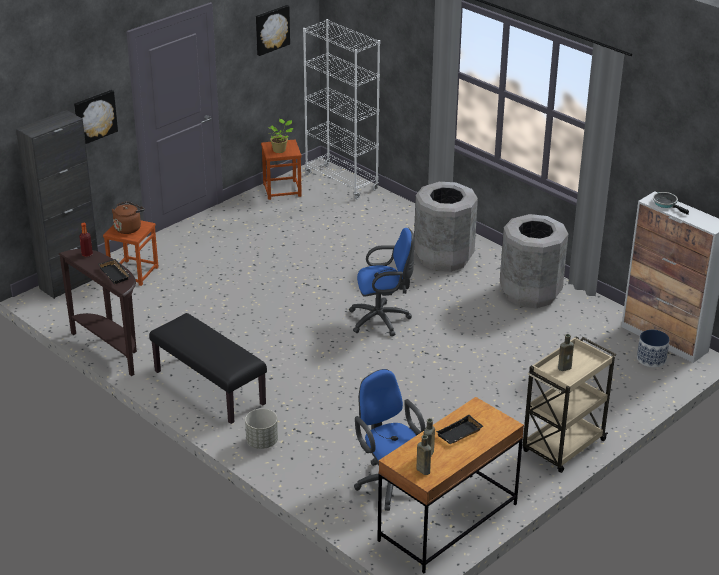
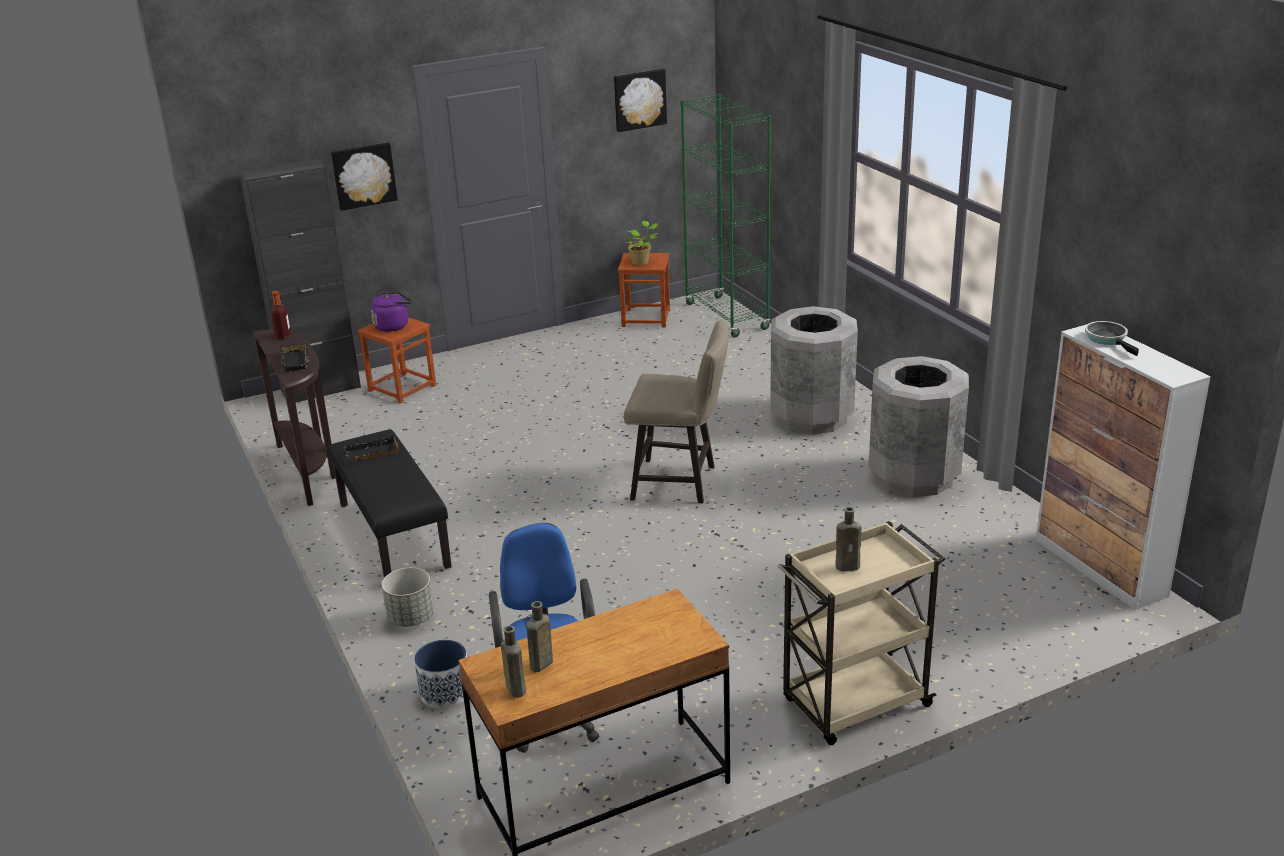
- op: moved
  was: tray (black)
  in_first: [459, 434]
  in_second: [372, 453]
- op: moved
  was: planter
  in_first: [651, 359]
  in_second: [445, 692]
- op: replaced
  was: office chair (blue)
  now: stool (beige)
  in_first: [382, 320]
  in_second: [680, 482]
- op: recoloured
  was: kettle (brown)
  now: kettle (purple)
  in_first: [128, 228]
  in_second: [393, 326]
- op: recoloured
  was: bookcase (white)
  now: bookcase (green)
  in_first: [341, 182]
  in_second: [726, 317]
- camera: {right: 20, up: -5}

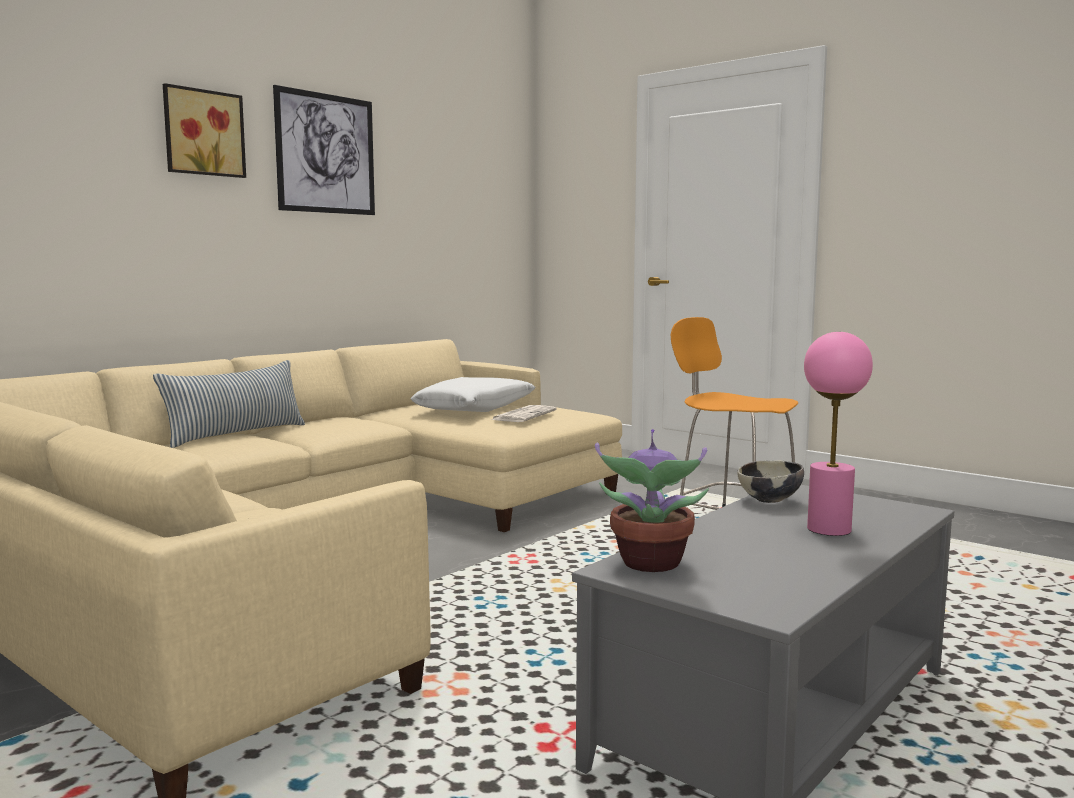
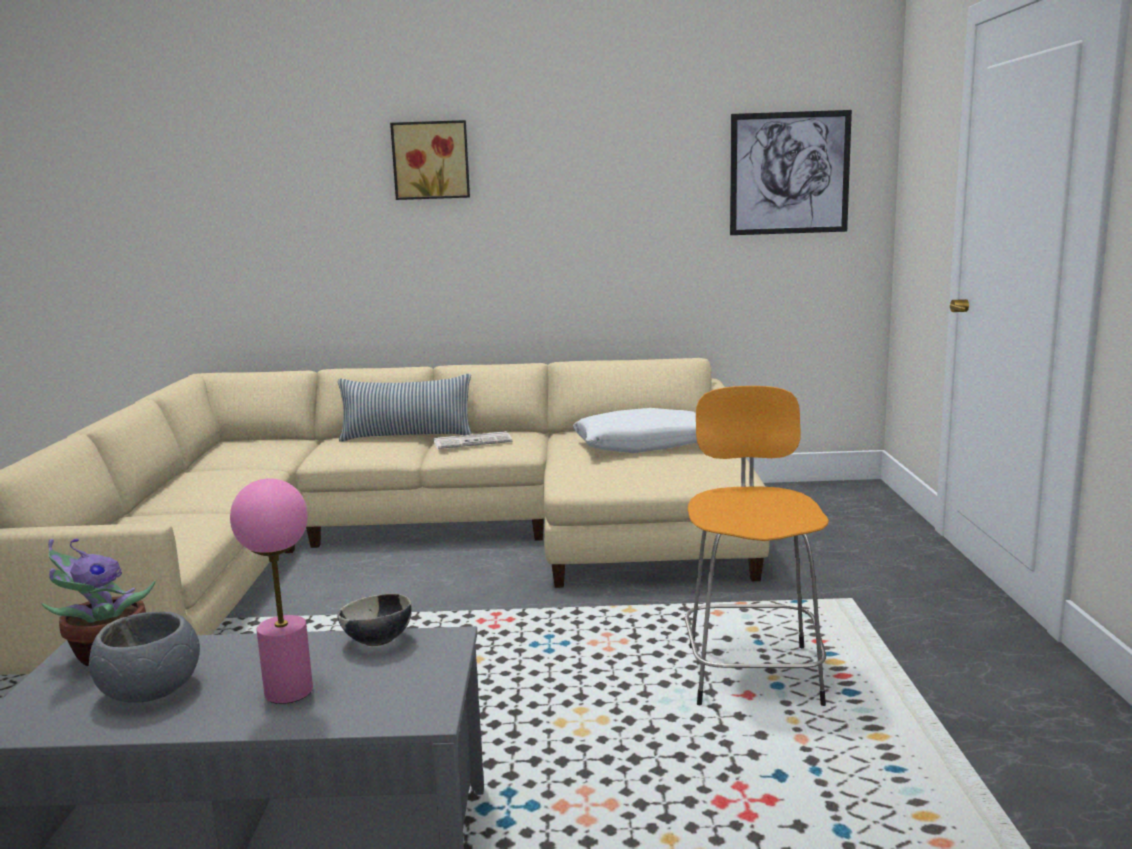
- op: added
  now: bowl (grey)
  in_second: [151, 690]
- op: moved
  was: picture
  in_first: [326, 154]
  in_second: [789, 173]
- op: moved
  was: newspaper
  in_first: [524, 415]
  in_second: [473, 441]
- camera: {right: 50, up: 5}

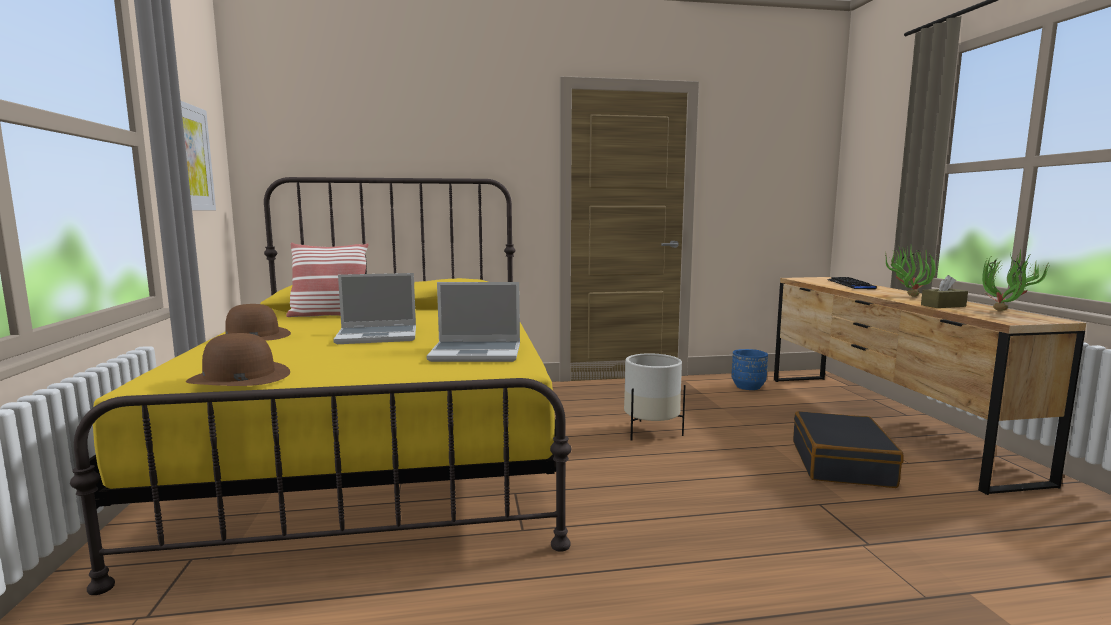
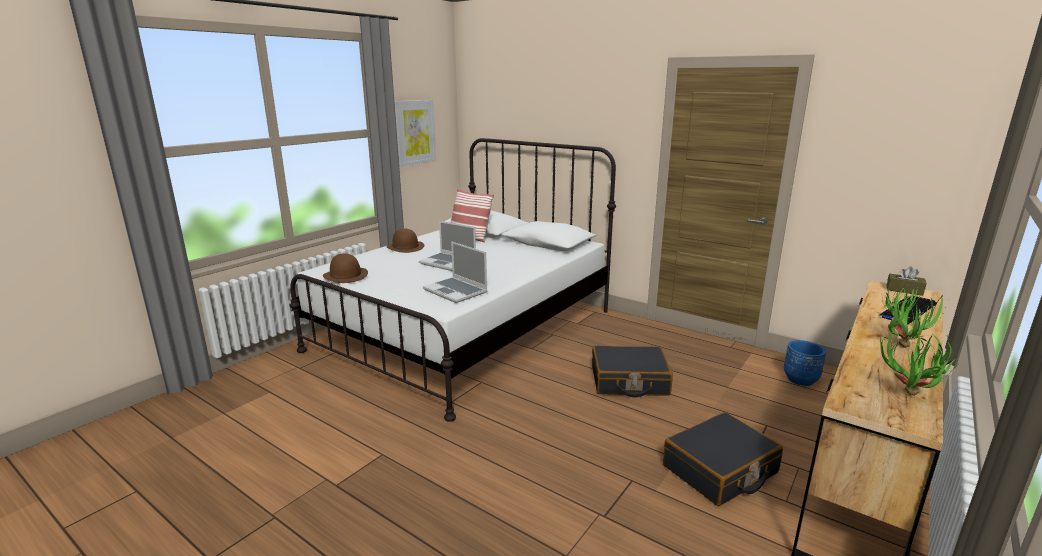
- op: moved
  was: tissue box (brown)
  in_first: [943, 306]
  in_second: [904, 290]
- op: replaced
  was: planter (white)
  now: suitcase (black)
  in_first: [651, 432]
  in_second: [629, 381]
- op: recoloured
  was: bed (yellow)
  now: bed (white)
  in_first: [382, 451]
  in_second: [466, 330]
- camera: {right: 45, up: 10}

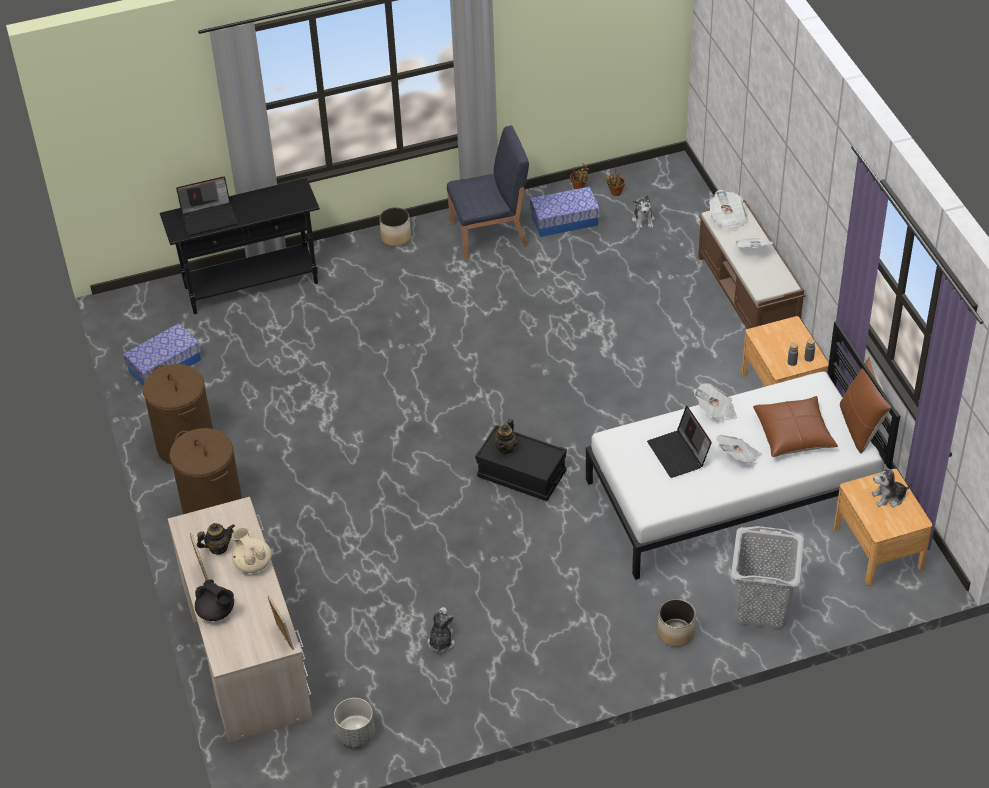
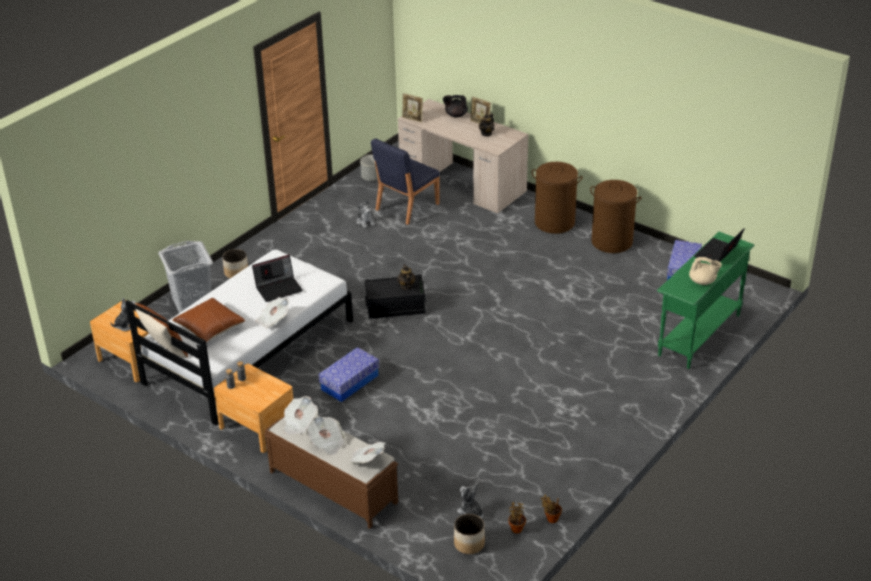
- op: moved
  was: teapot (beige)
  in_first: [252, 563]
  in_second: [703, 282]
- op: moved
  was: planter
  in_first: [396, 237]
  in_second: [469, 544]
- op: moved
  was: chair (blue)
  in_first: [490, 234]
  in_second: [406, 207]
- op: moved
  was: storage box
  in_first: [564, 220]
  in_second: [349, 382]
- op: moved
  was: newspaper
  in_first: [738, 457]
  in_second: [299, 424]
- op: recoloured
  was: console table (black)
  now: console table (green)
  in_first: [252, 285]
  in_second: [698, 335]
- op: turned
  was: laptop
  in_first: [679, 454]
  in_second: [279, 288]
  clockwise: 120
- camera: {right: 145, up: -10}

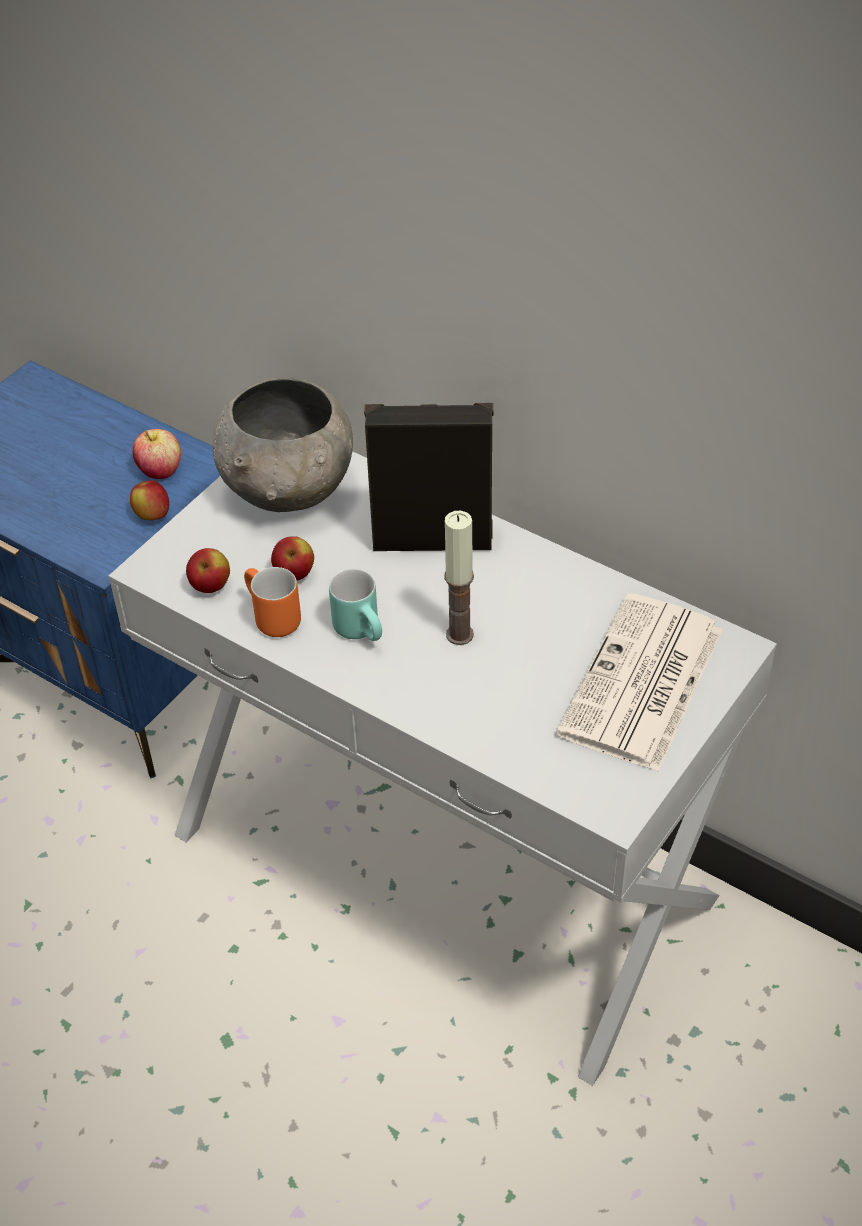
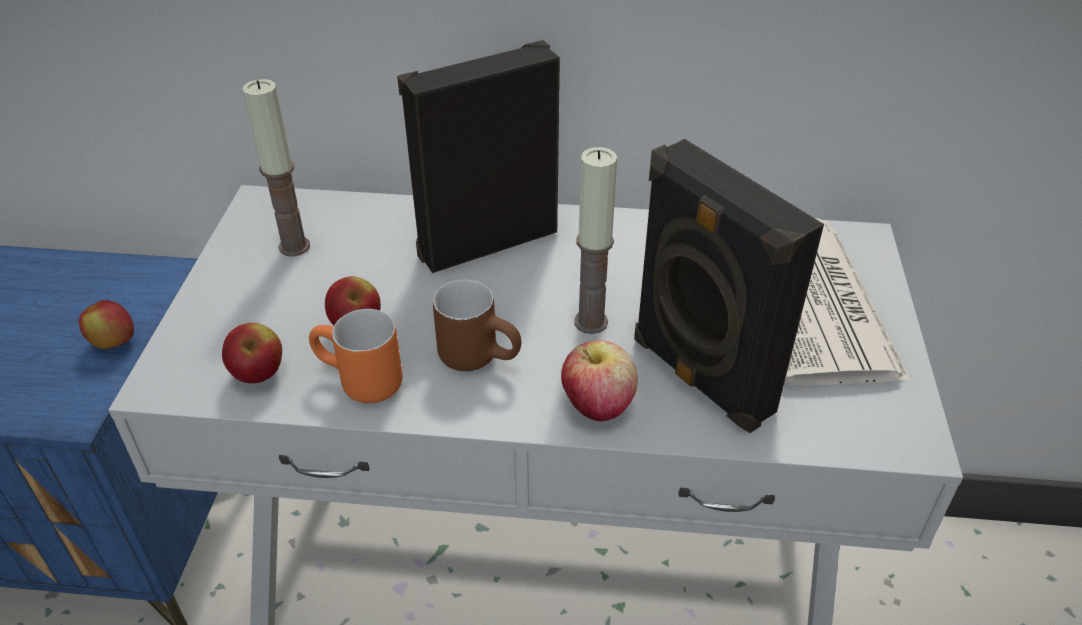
- op: added
  now: speaker (black)
  in_second: [698, 377]
- op: moved
  was: apple
  in_first: [160, 471]
  in_second: [598, 406]
- op: replaced
  was: bowl (grey)
  now: candle
  in_first: [290, 491]
  in_second: [294, 246]
- op: recoloured
  was: mug (turquoise)
  now: mug (brown)
  in_first: [364, 630]
  in_second: [481, 356]
- camera: {right: -30, up: -5}

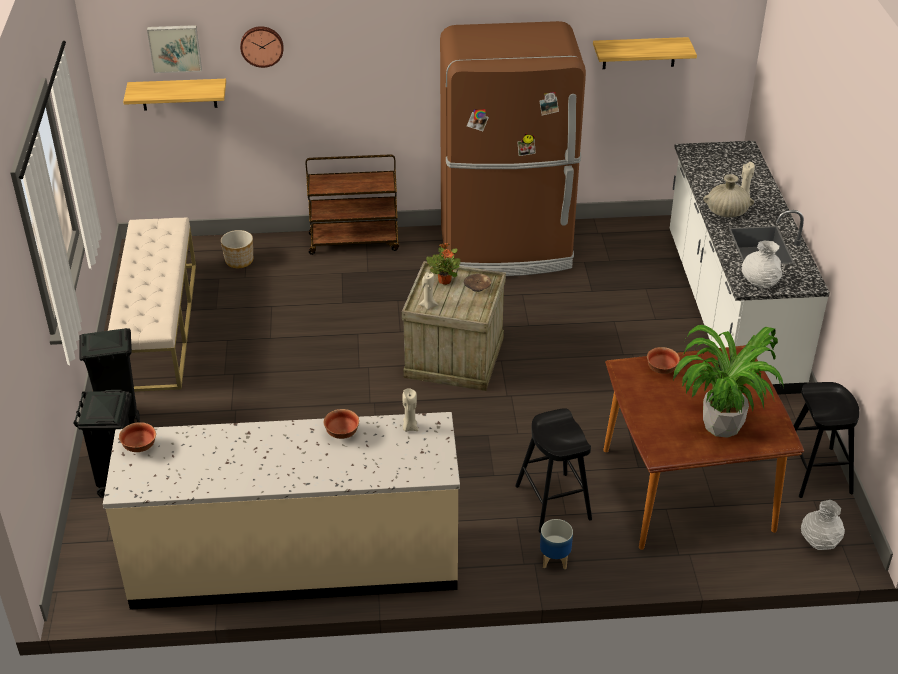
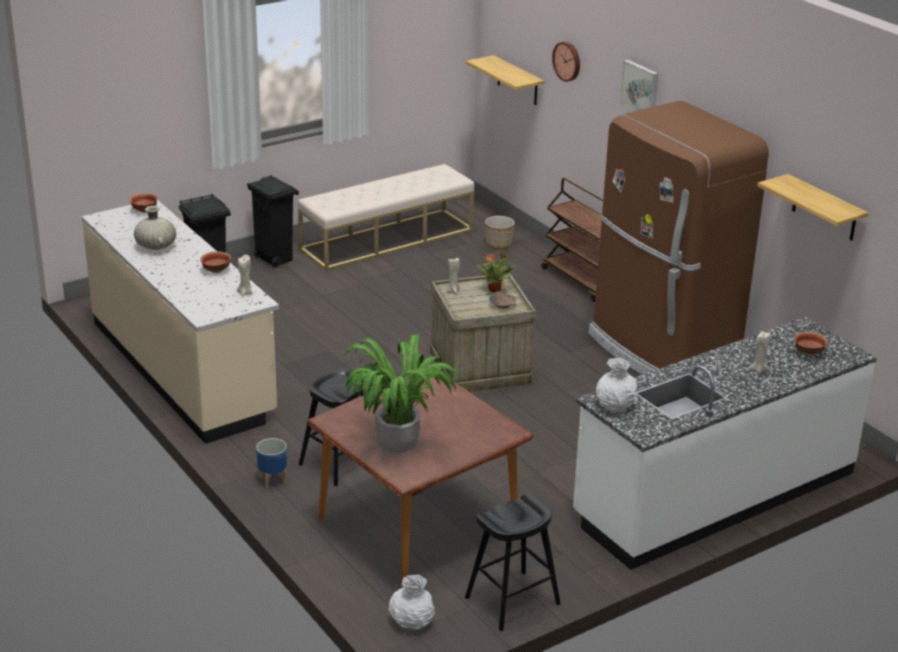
- op: moved
  was: picture
  in_first: [175, 48]
  in_second: [641, 88]
- op: moved
  was: bowl
  in_first: [662, 369]
  in_second: [809, 353]
- op: moved
  was: vase (beige)
  in_first: [726, 213]
  in_second: [156, 247]
- camera: {right: 60, up: -10}

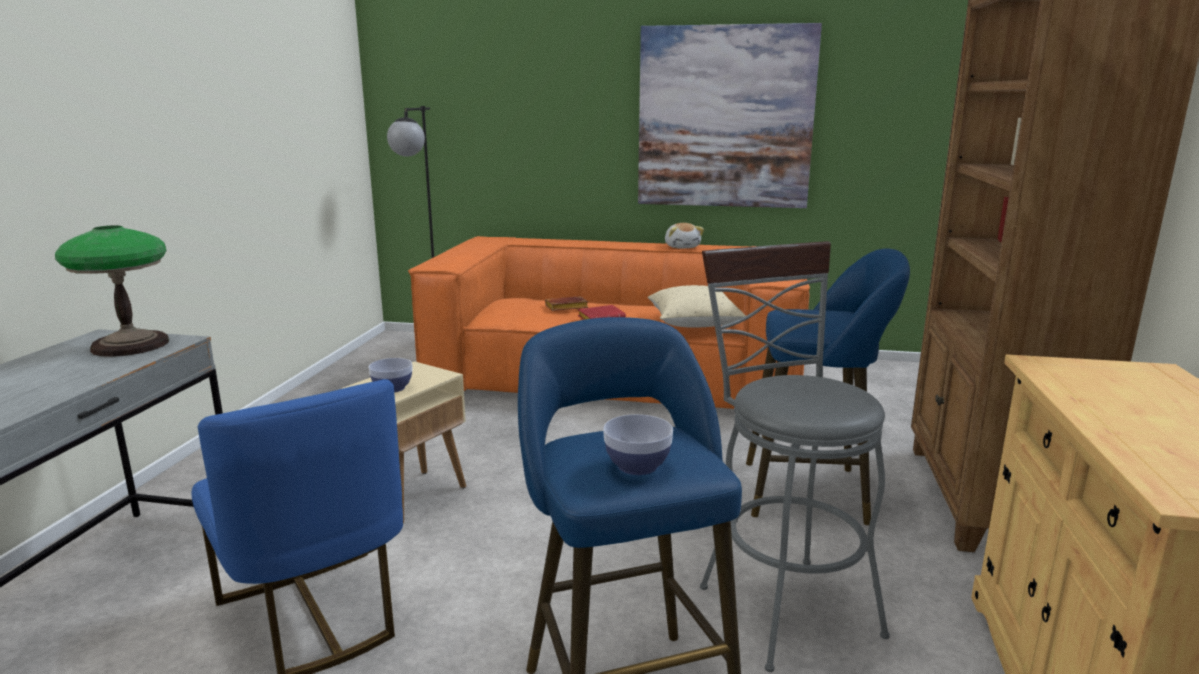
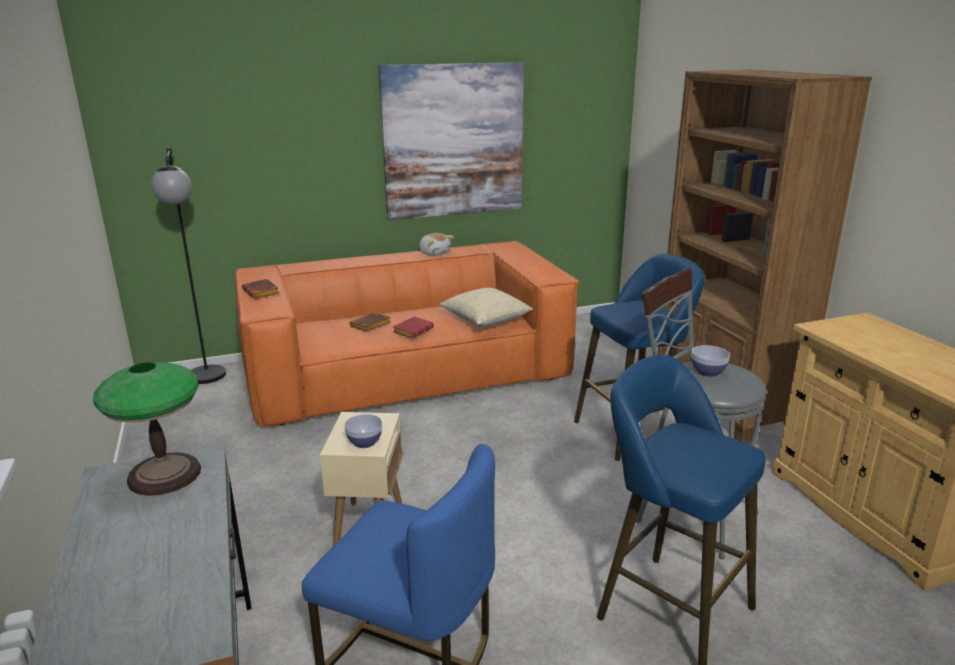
- op: added
  now: book (brown)
  in_second: [262, 293]
- op: moved
  was: bowl
  in_first: [637, 465]
  in_second: [708, 372]
- camera: {right: -30, up: 5}

